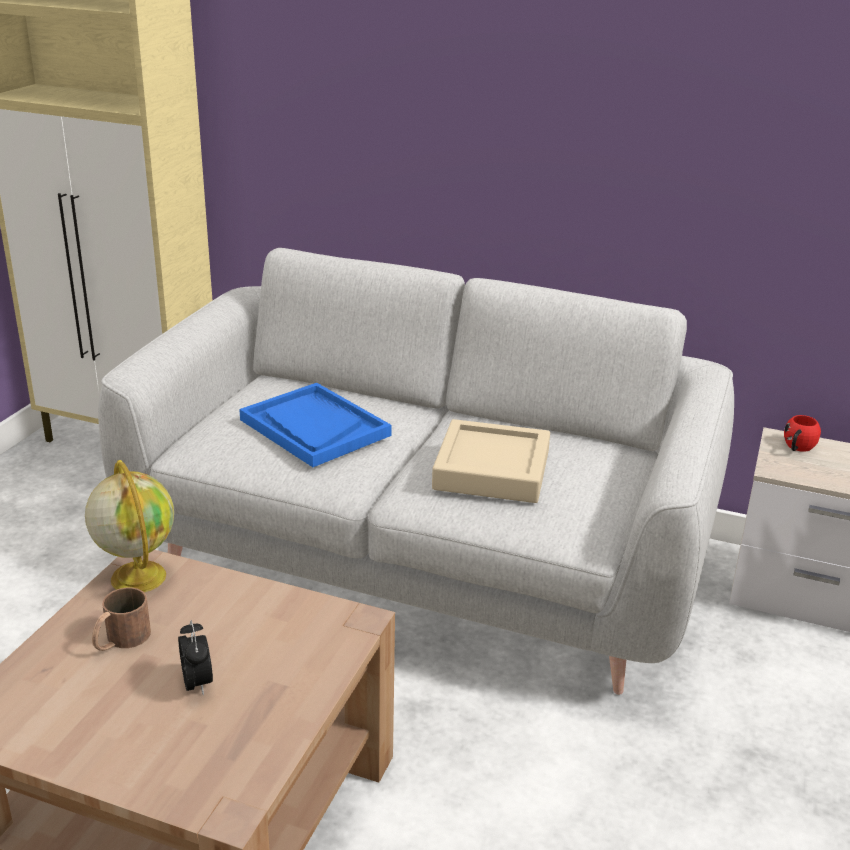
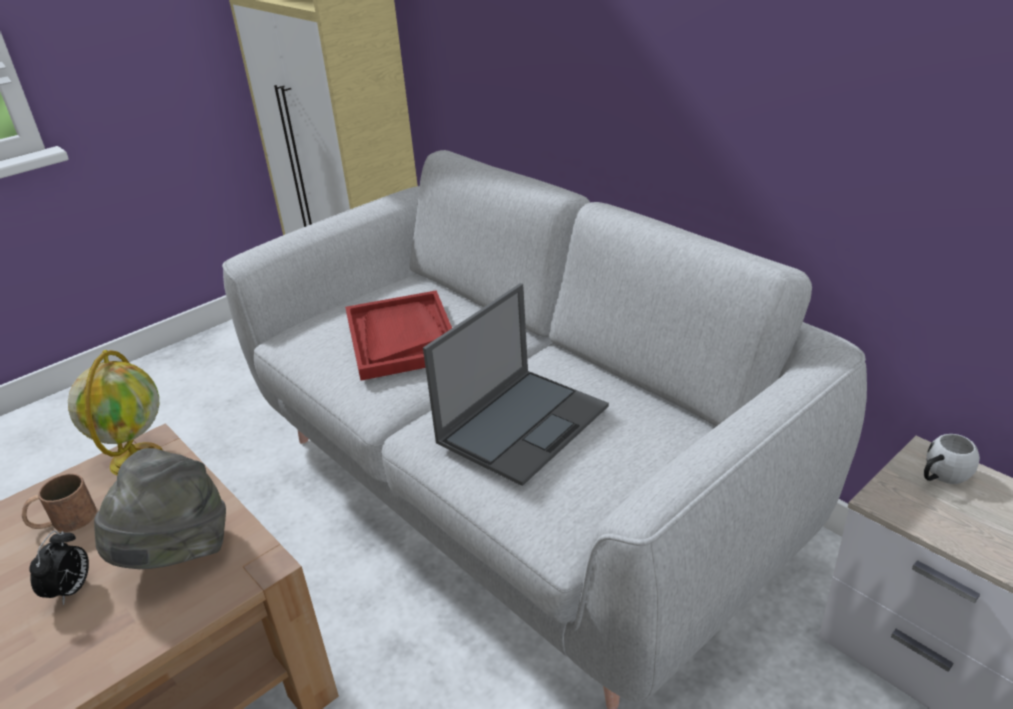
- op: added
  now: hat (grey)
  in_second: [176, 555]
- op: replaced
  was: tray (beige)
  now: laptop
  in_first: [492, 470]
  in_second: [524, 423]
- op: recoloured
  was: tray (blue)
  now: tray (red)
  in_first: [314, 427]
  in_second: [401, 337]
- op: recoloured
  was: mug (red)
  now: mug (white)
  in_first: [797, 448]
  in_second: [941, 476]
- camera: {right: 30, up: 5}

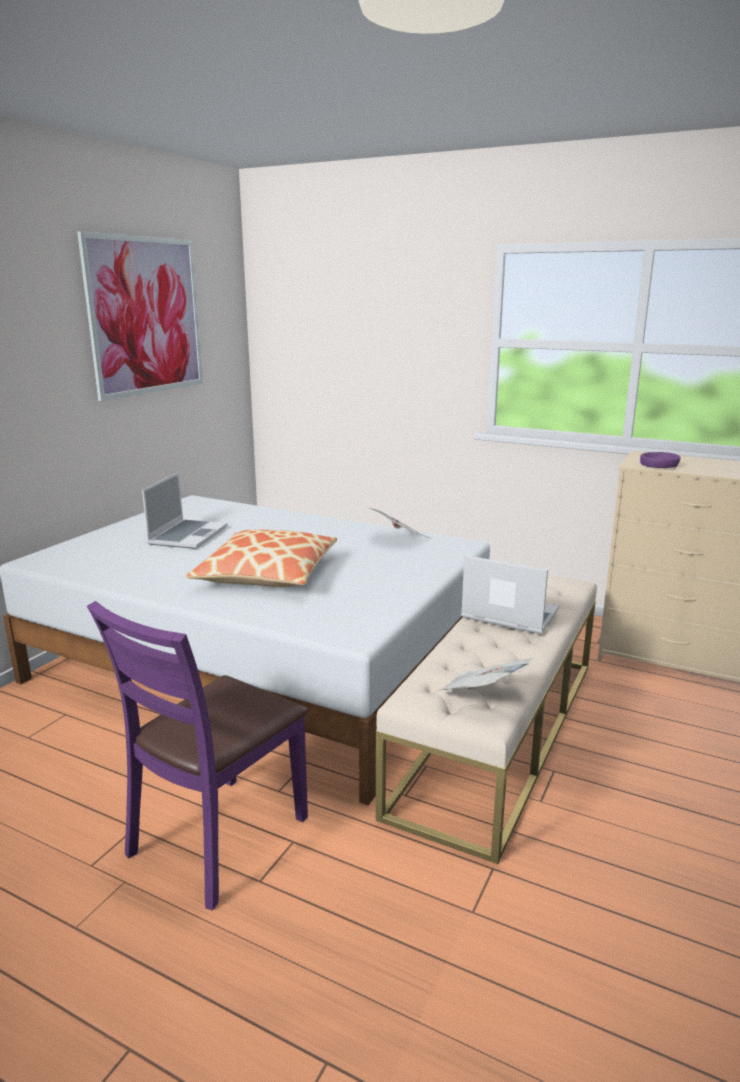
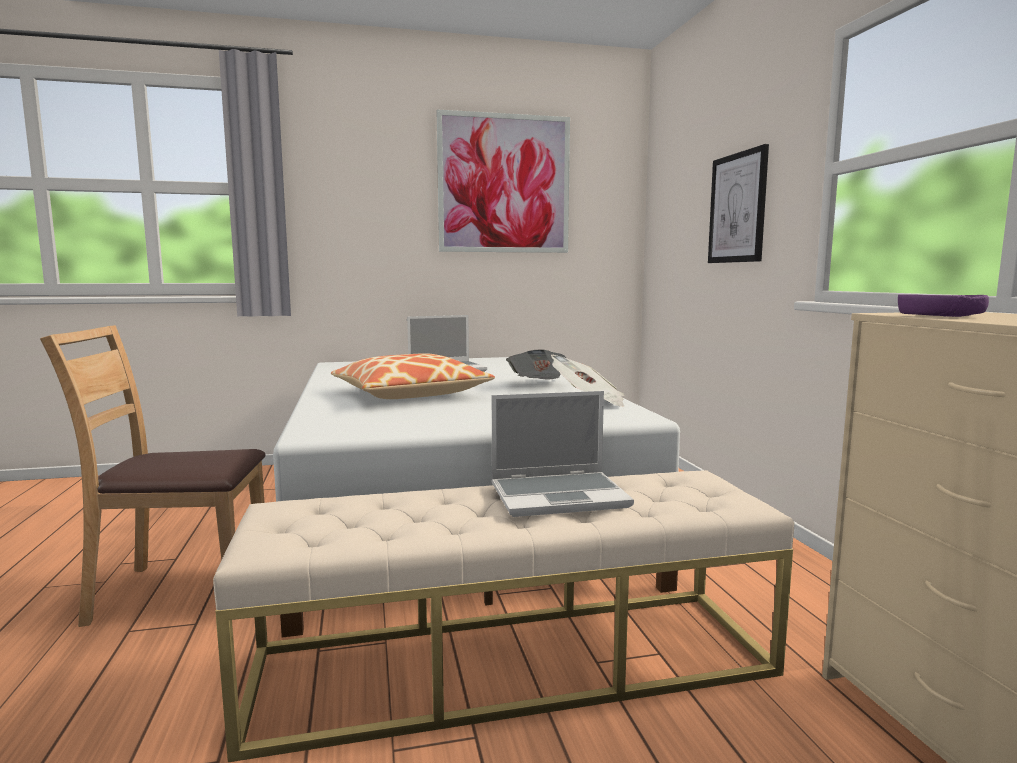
- op: added
  now: picture
  in_second: [737, 208]
- op: moved
  was: newspaper
  in_first: [483, 696]
  in_second: [540, 384]
- op: recoloured
  was: chair (purple)
  now: chair (brown)
  in_first: [218, 838]
  in_second: [180, 591]
- op: turned
  was: laptop
  in_first: [508, 615]
  in_second: [560, 495]
  clockwise: 90
- camera: {right: 50, up: -10}

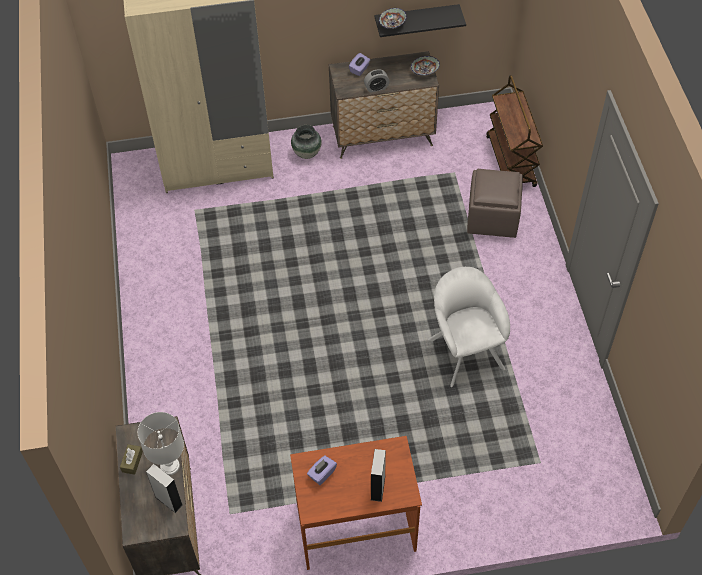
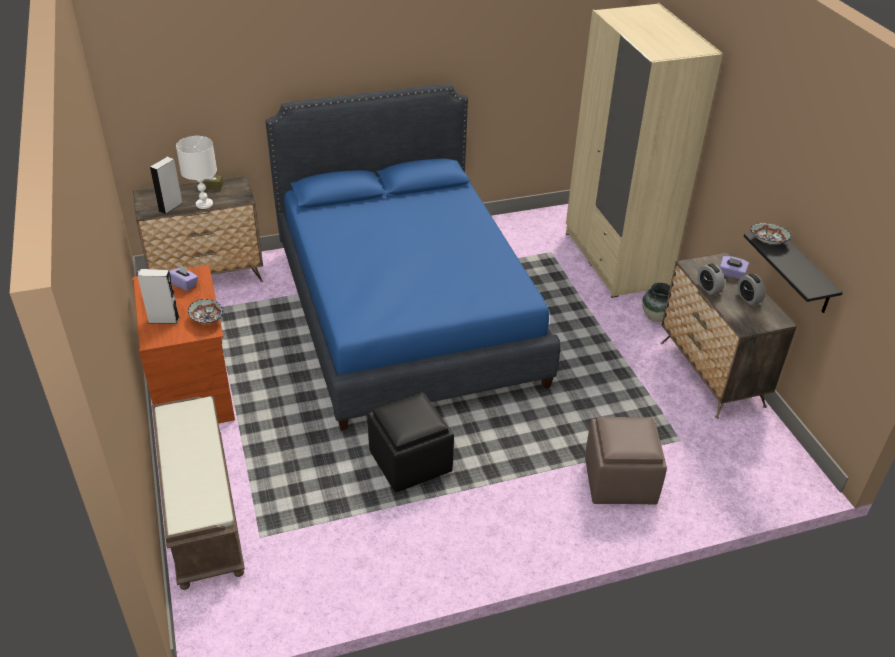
- op: removed
  was: cart (brown)
  in_first: [511, 162]
- op: added
  now: bench (brown)
  in_second: [201, 511]
- op: added
  now: bed (blue)
  in_second: [407, 314]
- op: added
  now: alarm clock
  in_second: [748, 298]
- op: moved
  was: bowl
  in_first: [424, 71]
  in_second: [207, 319]
- op: replaced
  was: armchair (white)
  now: ottoman (black)
  in_first: [464, 350]
  in_second: [411, 462]
- camera: {right: 80, up: -15}

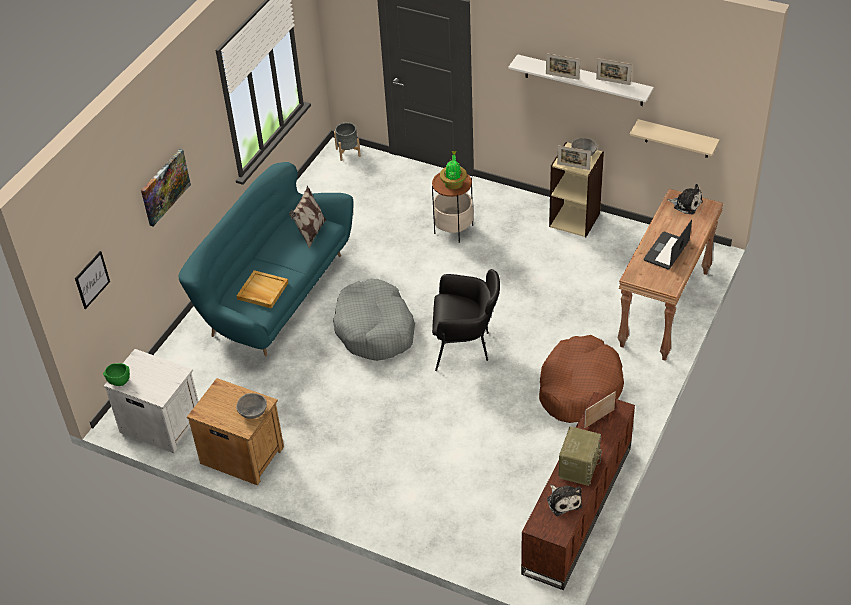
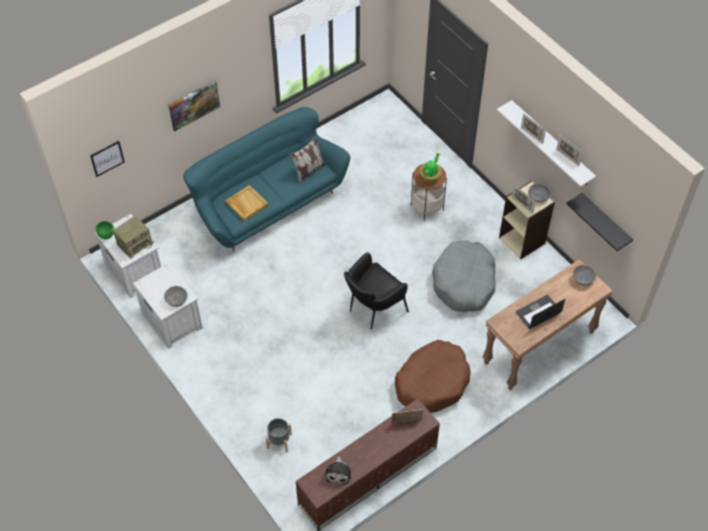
- op: moved
  was: dog bed (grey)
  in_first: [375, 329]
  in_second: [464, 282]
- op: moved
  was: planter (grey)
  in_first: [348, 152]
  in_second: [279, 441]
- op: moved
  was: radio
  in_first: [578, 466]
  in_second: [135, 244]
- op: replaced
  was: plush toy
  now: bowl (grey)
  in_first: [686, 204]
  in_second: [582, 279]
- op: recoloured
  was: nightstand (brown)
  now: nightstand (white)
  in_first: [241, 454]
  in_second: [172, 320]
- op: recoloured
  was: shelf (beige)
  now: shelf (black)
  in_first: [677, 139]
  in_second: [605, 222]
- op: turned
  was: armchair (black)
  in_first: [465, 346]
  in_second: [373, 309]
  clockwise: 105
- camera: {right: 25, up: 10}

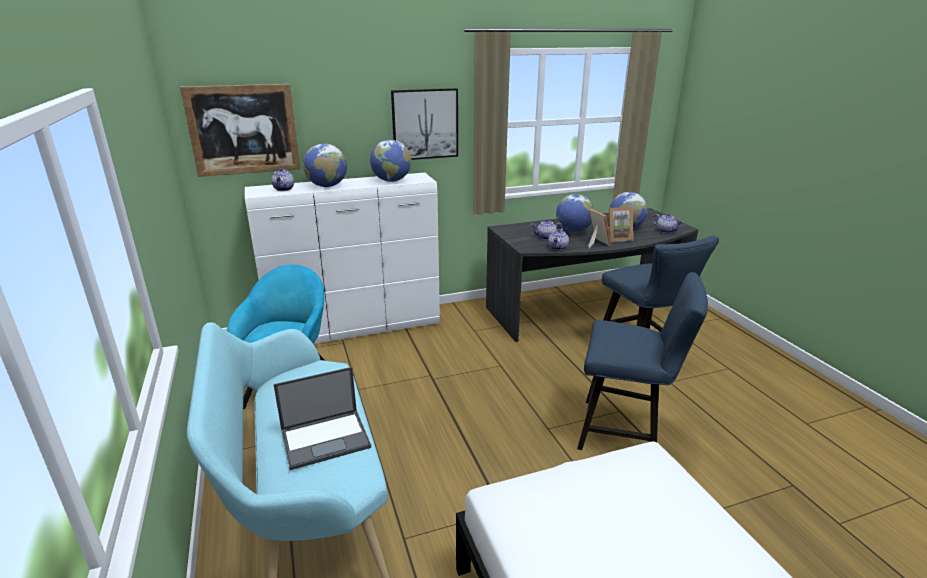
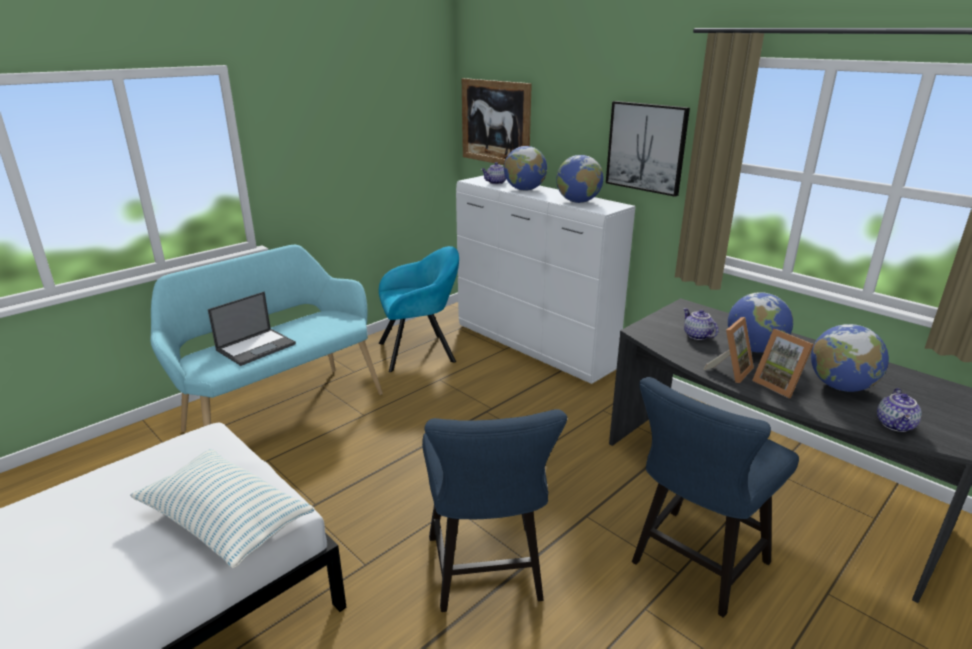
- op: removed
  was: teapot
  in_first: [558, 248]
- op: added
  now: pillow
  in_second: [225, 521]
- op: turned
  was: laptop
  in_first: [326, 438]
  in_second: [256, 347]
  clockwise: -90
- camera: {right: 65, up: 0}

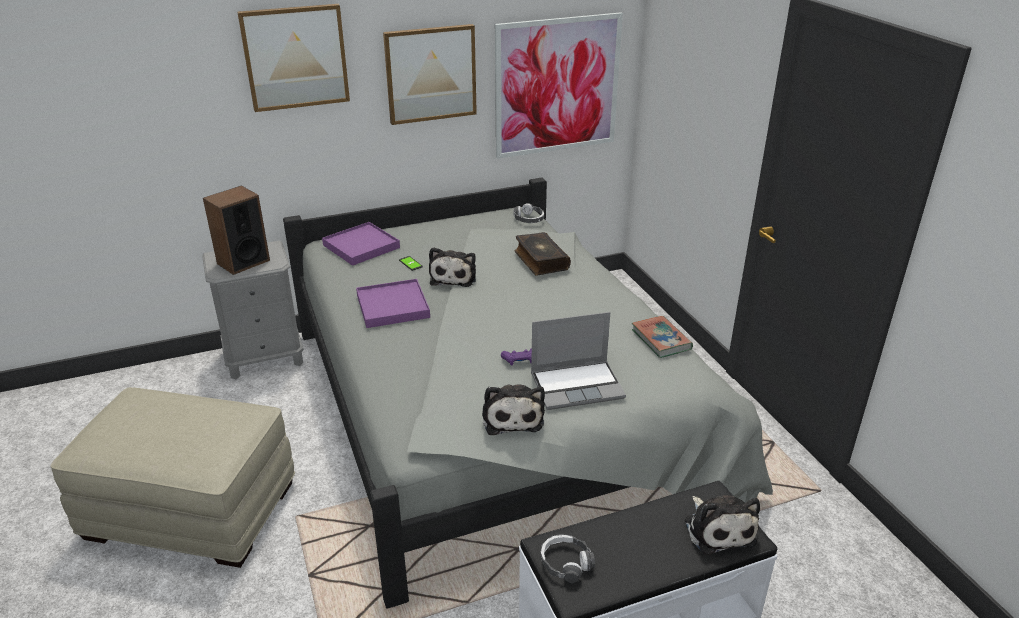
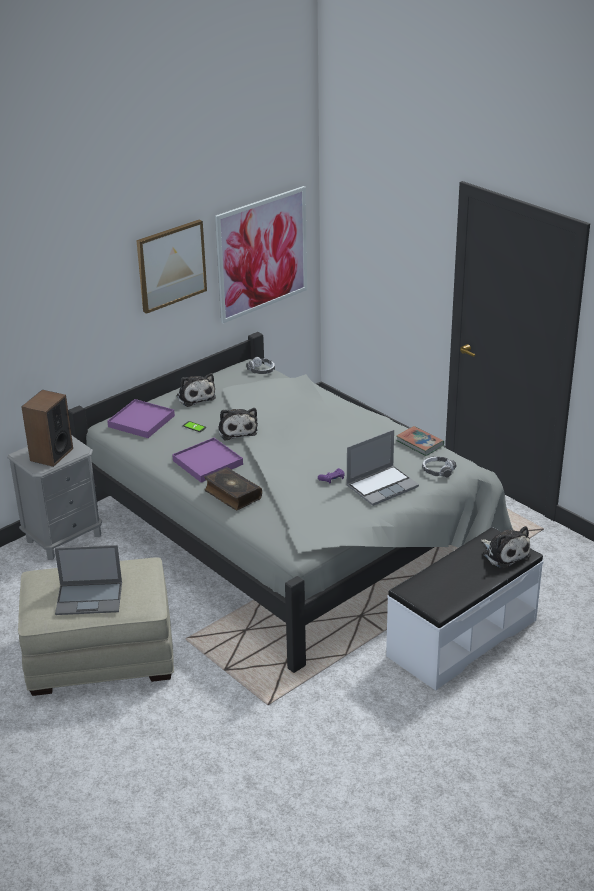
- op: removed
  was: picture
  in_first: [295, 57]
- op: added
  now: laptop
  in_second: [90, 598]
- op: moved
  was: plush toy
  in_first: [512, 416]
  in_second: [195, 396]
- op: moved
  was: book
  in_first: [540, 260]
  in_second: [232, 494]
- op: moved
  was: headphones
  in_first: [566, 563]
  in_second: [438, 470]
- camera: {right: -20, up: 0}

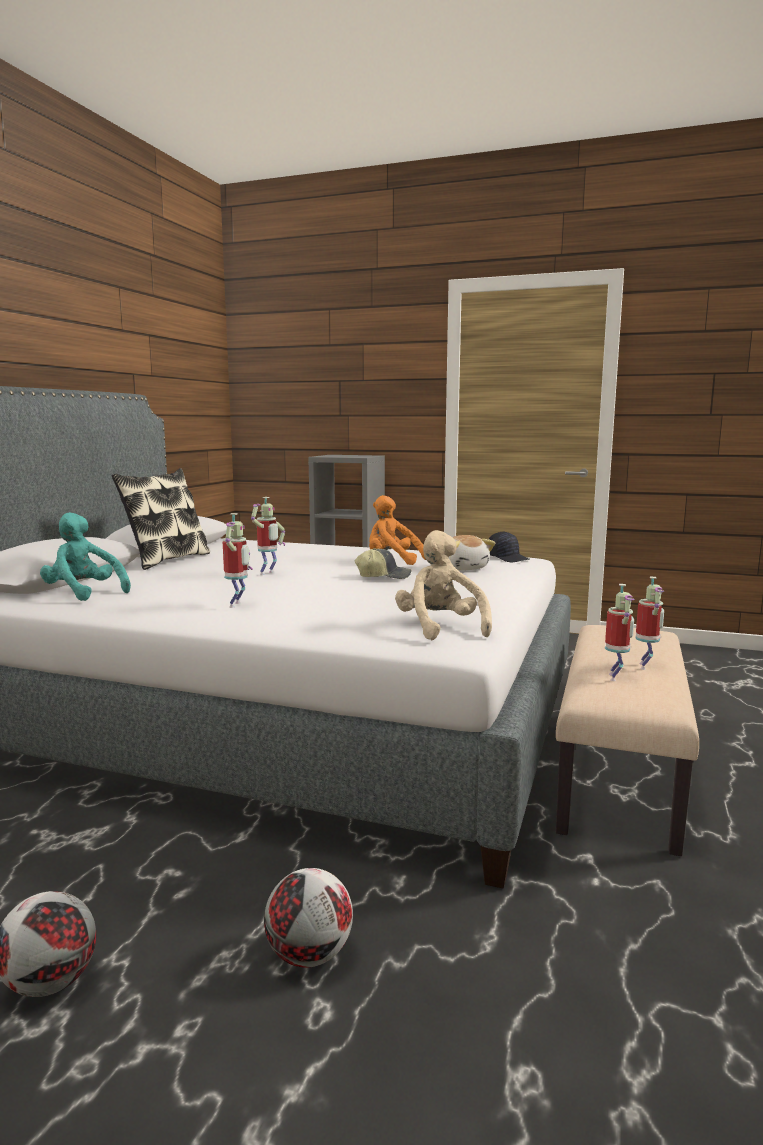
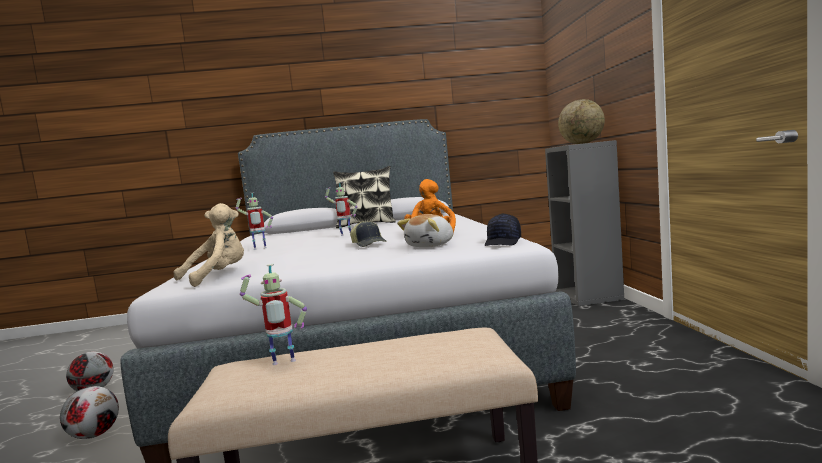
- op: removed
  was: plush toy (turquoise)
  in_first: [84, 593]
- op: removed
  was: toy robot
  in_first: [646, 666]
- op: added
  now: globe
  in_second: [582, 143]
- camera: {right: 65, up: -5}

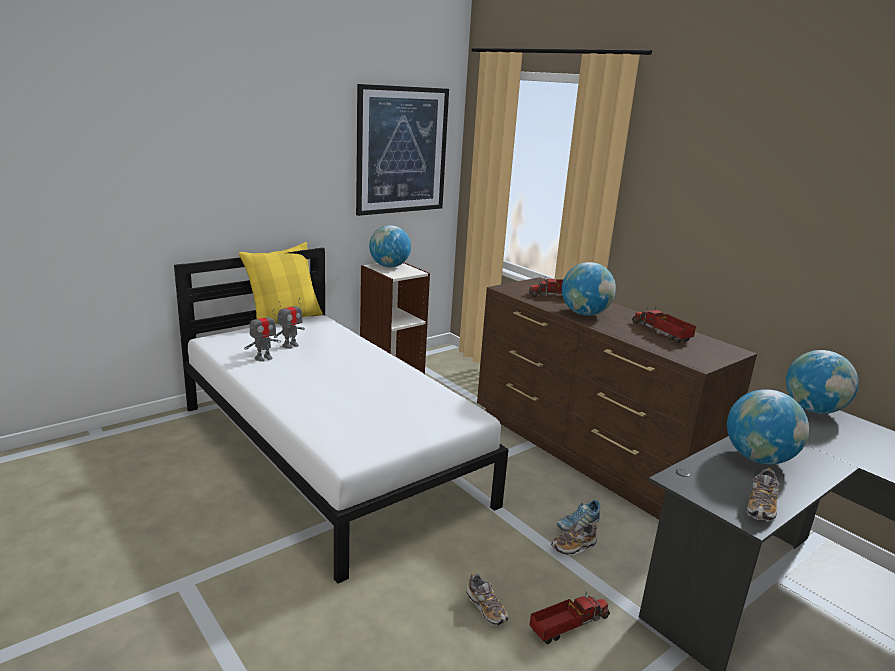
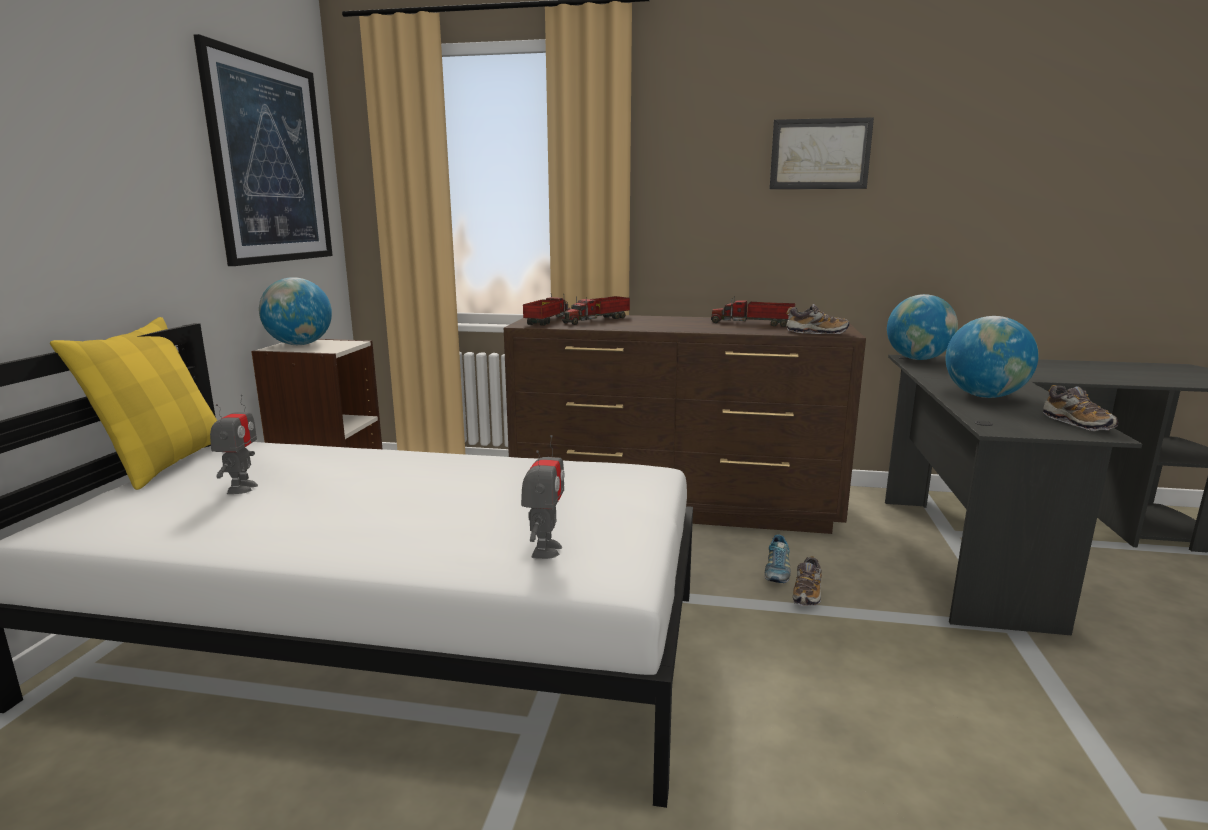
- op: removed
  was: globe
  in_first: [585, 314]
- op: added
  now: picture
  in_second: [820, 154]
- op: moved
  was: toy robot
  in_first: [263, 358]
  in_second: [545, 550]
- op: moved
  was: shoe
  in_first: [486, 608]
  in_second: [816, 332]
- op: moved
  was: toy truck
  in_first: [568, 626]
  in_second: [548, 321]
- camera: {right: -40, up: -5}

